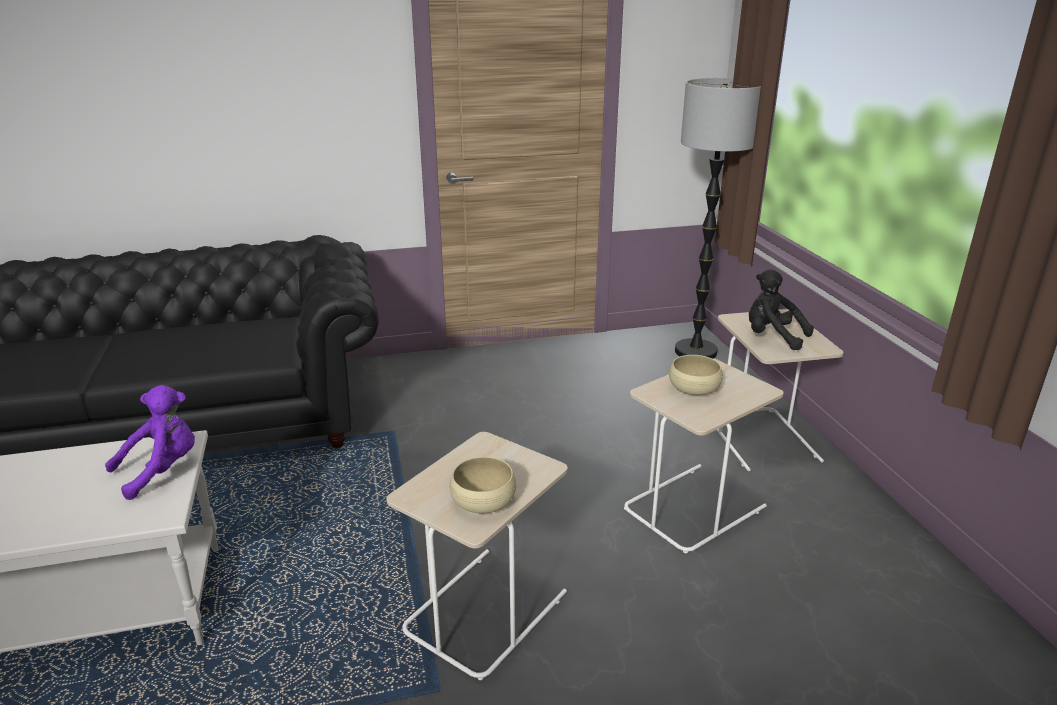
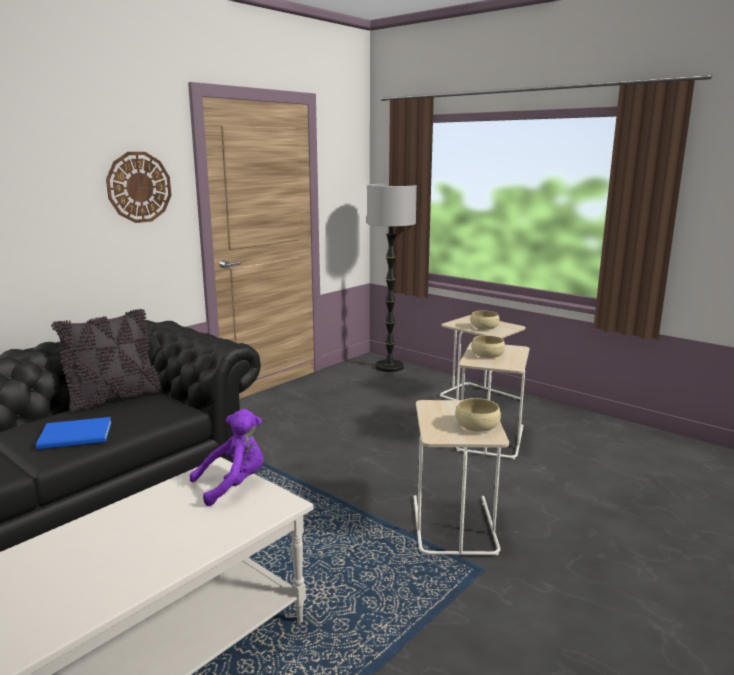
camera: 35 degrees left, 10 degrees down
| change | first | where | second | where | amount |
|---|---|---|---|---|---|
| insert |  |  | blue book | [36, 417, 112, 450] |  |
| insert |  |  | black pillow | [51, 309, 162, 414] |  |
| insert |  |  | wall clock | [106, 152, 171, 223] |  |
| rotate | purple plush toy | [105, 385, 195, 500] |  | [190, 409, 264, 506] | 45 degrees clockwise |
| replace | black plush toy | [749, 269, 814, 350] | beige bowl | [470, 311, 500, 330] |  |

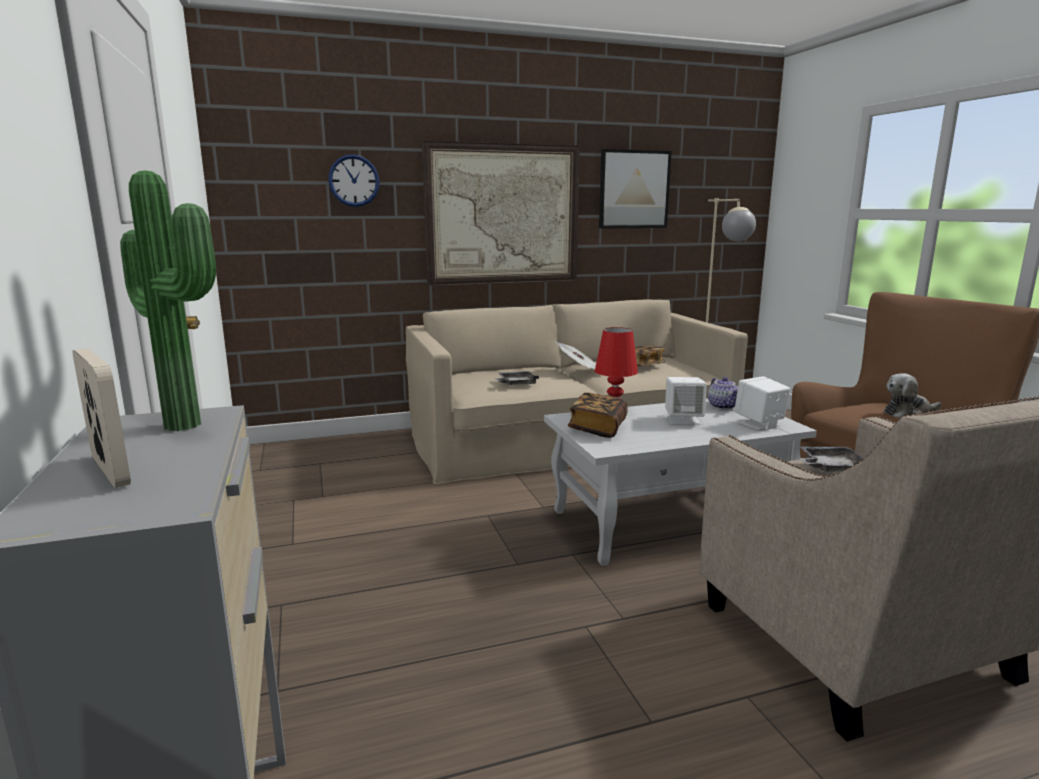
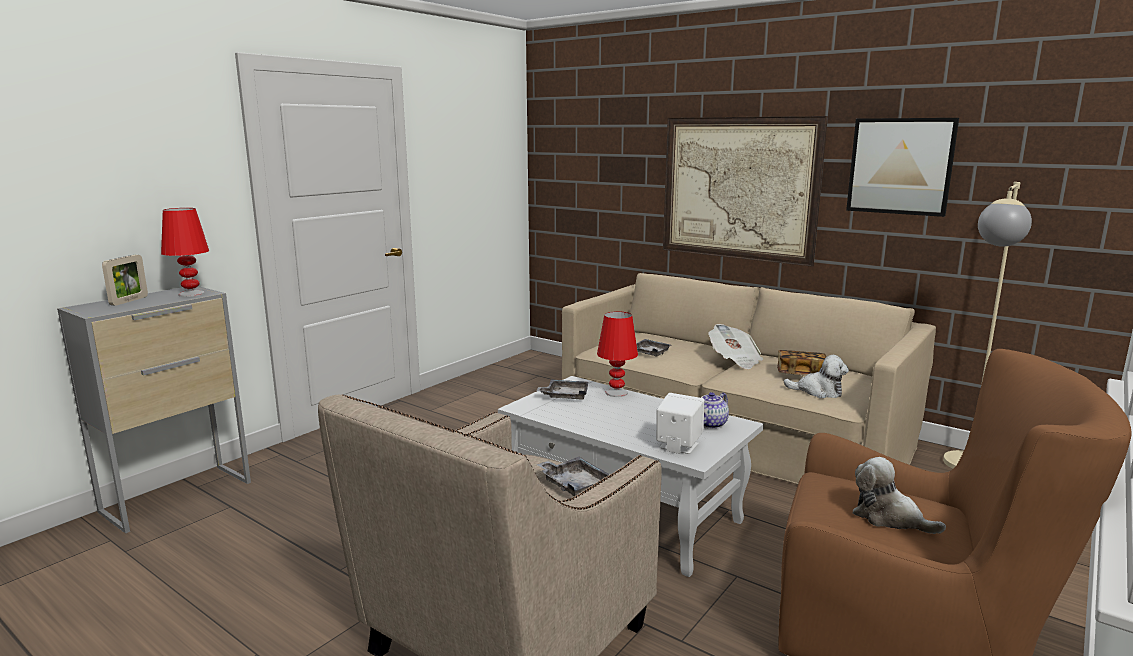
camera: 55 degrees right, 0 degrees up
| change | first | where | second | where | amount |
|---|---|---|---|---|---|
| replace | potted plant | [120, 171, 216, 431] | red table lamp | [161, 208, 209, 297] |  |
| replace | book | [568, 393, 627, 438] | grey tray | [537, 380, 588, 400] |  |
| insert |  |  | plush toy | [784, 355, 849, 398] |  |
| delete | wall clock | [328, 154, 380, 207] |  |  |  |
| delete | white speaker | [665, 377, 707, 425] |  |  |  |

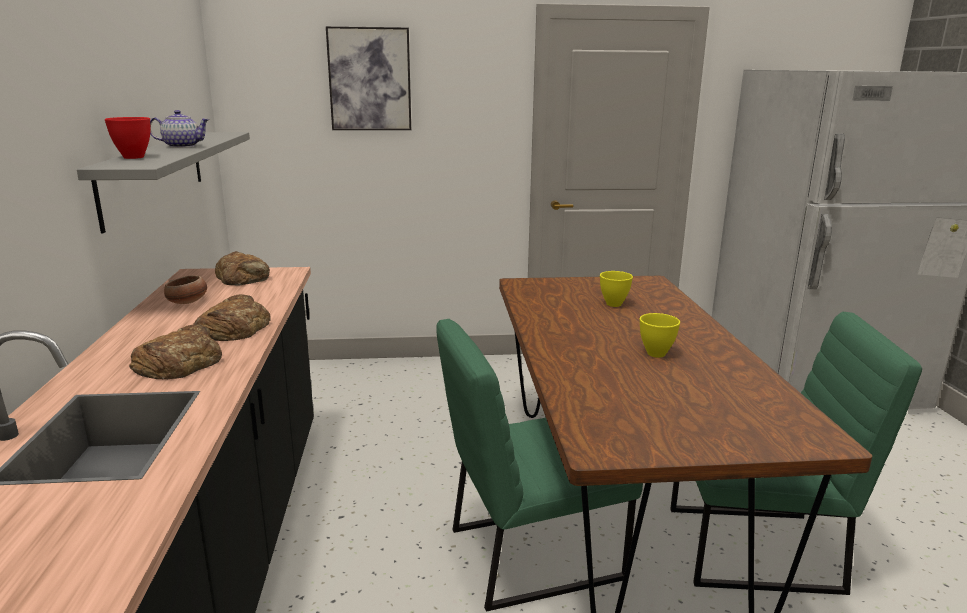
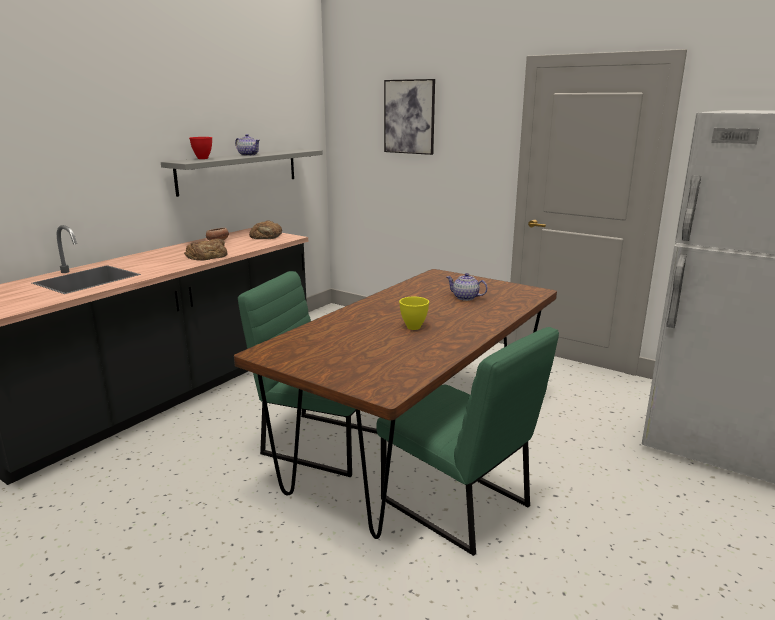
camera: 40 degrees right, 0 degrees up
| change | first | where | second | where | amount |
|---|---|---|---|---|---|
| replace | yellow bowl | [600, 271, 633, 307] | teapot | [447, 273, 488, 301] |  |
| delete | bread | [129, 324, 222, 379] |  |  |  |

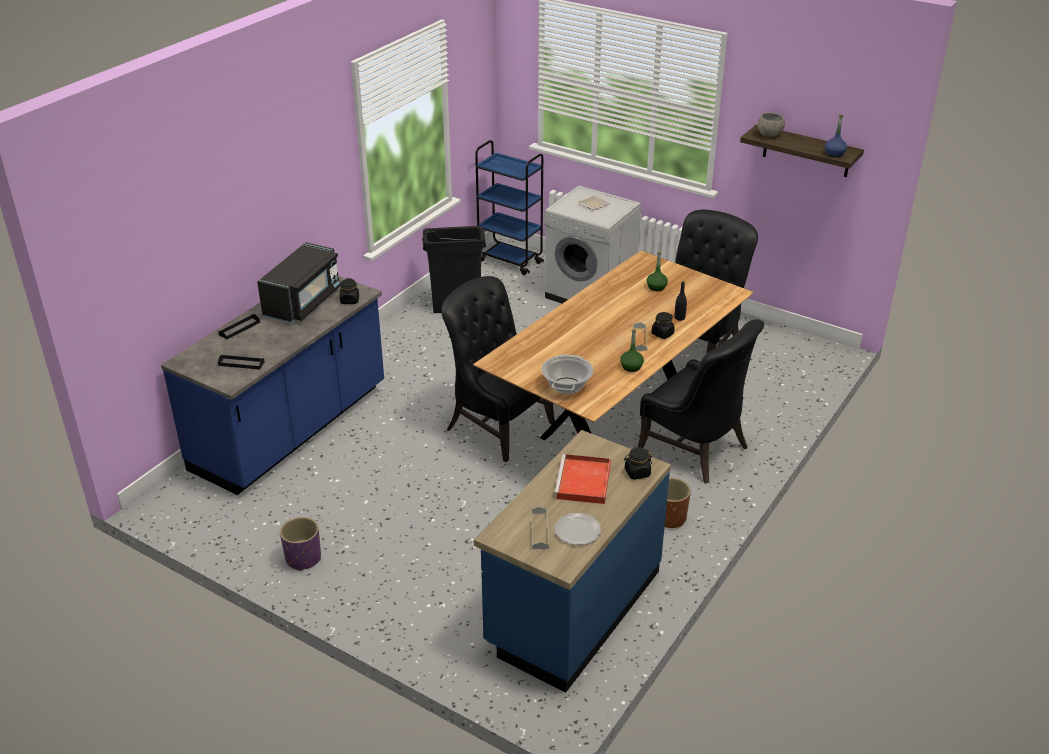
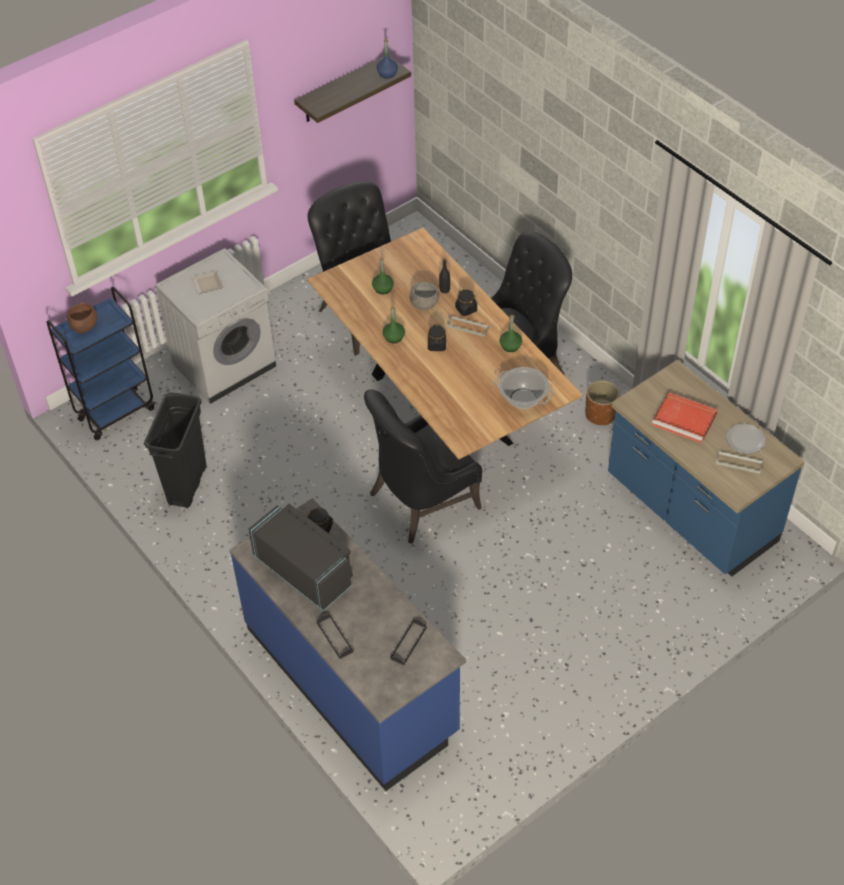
camera: 70 degrees left, 15 degrees up
| change | first | where | second | where | amount |
|---|---|---|---|---|---|
| insert |  |  | brown bowl | [67, 303, 97, 333] |  |
| insert |  |  | green bottle | [383, 306, 405, 343] |  |
| move | grey bowl | [758, 112, 785, 137] |  | [410, 282, 439, 310] |  |
| move | black jar | [624, 447, 652, 480] |  | [428, 324, 446, 351] |  |
| delete | purple planter | [280, 517, 321, 571] |  |  |  |

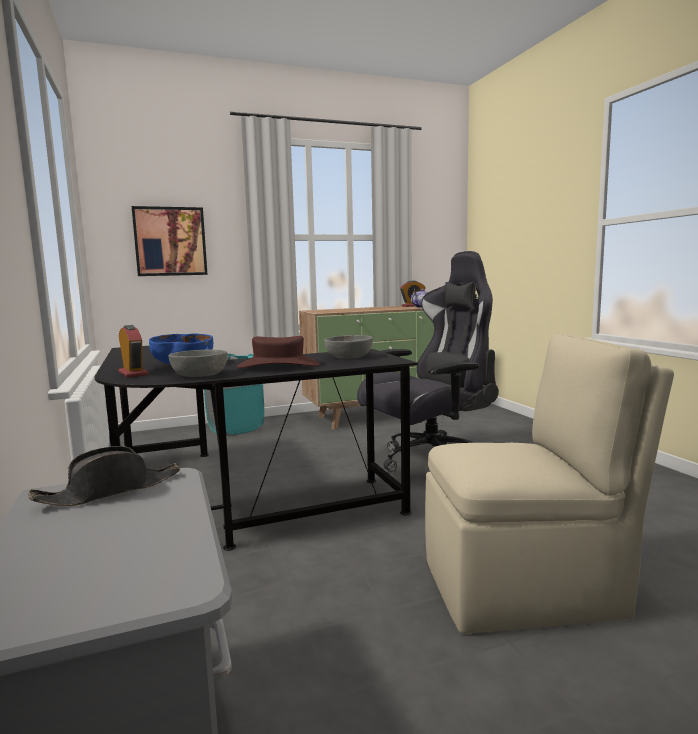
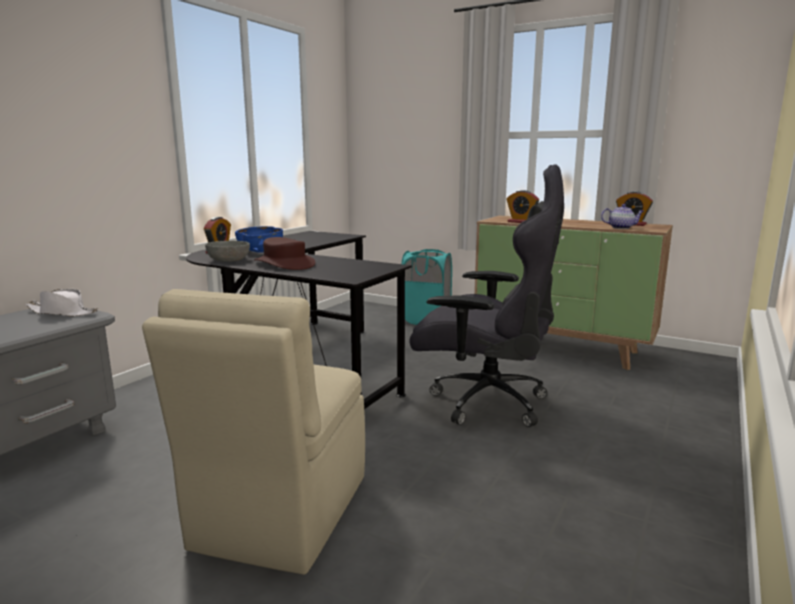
camera: 50 degrees right, 5 degrees up
| change | first | where | second | where | amount |
|---|---|---|---|---|---|
| recolor | black hat | [28, 446, 181, 506] | white hat | [25, 289, 99, 316] |  |
| rotate | beige chair | [425, 333, 674, 634] |  | [142, 289, 365, 575] | 60 degrees clockwise |
| insert |  |  | alarm clock | [507, 190, 539, 223] |  |
| delete | picture | [132, 206, 208, 276] |  |  |  |
| delete | grey bowl | [324, 335, 373, 359] |  |  |  |

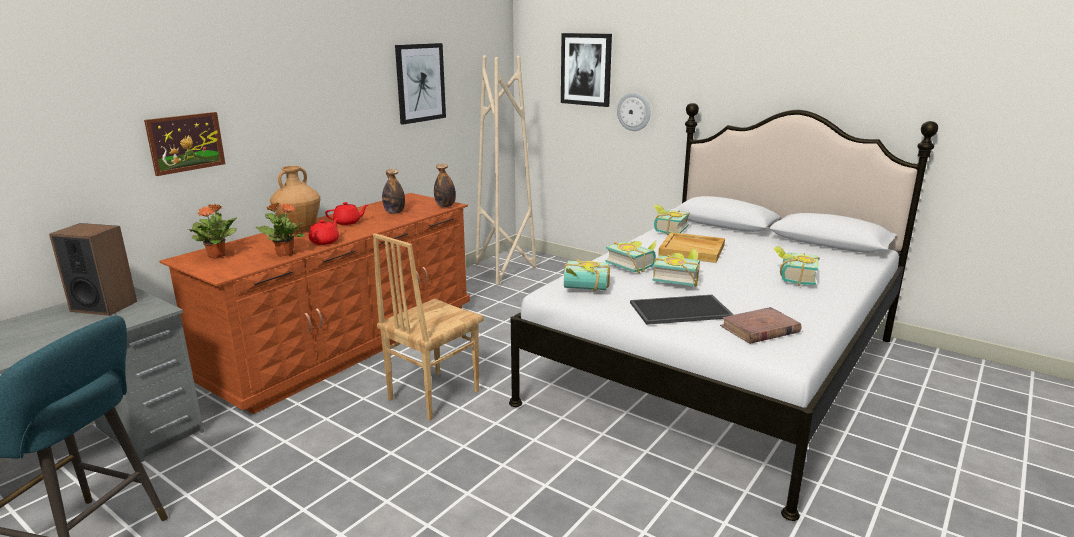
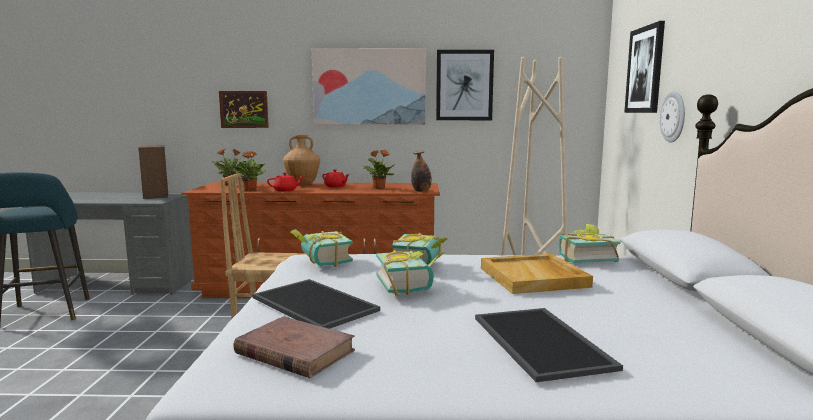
camera: 55 degrees right, 10 degrees down
| change | first | where | second | where | amount |
|---|---|---|---|---|---|
| insert |  |  | picture | [312, 48, 426, 125] |  |
| replace | bottle | [382, 169, 405, 214] | potted plant | [362, 150, 396, 189] |  |
| replace | book | [773, 247, 820, 286] | tray | [475, 308, 623, 382] |  |

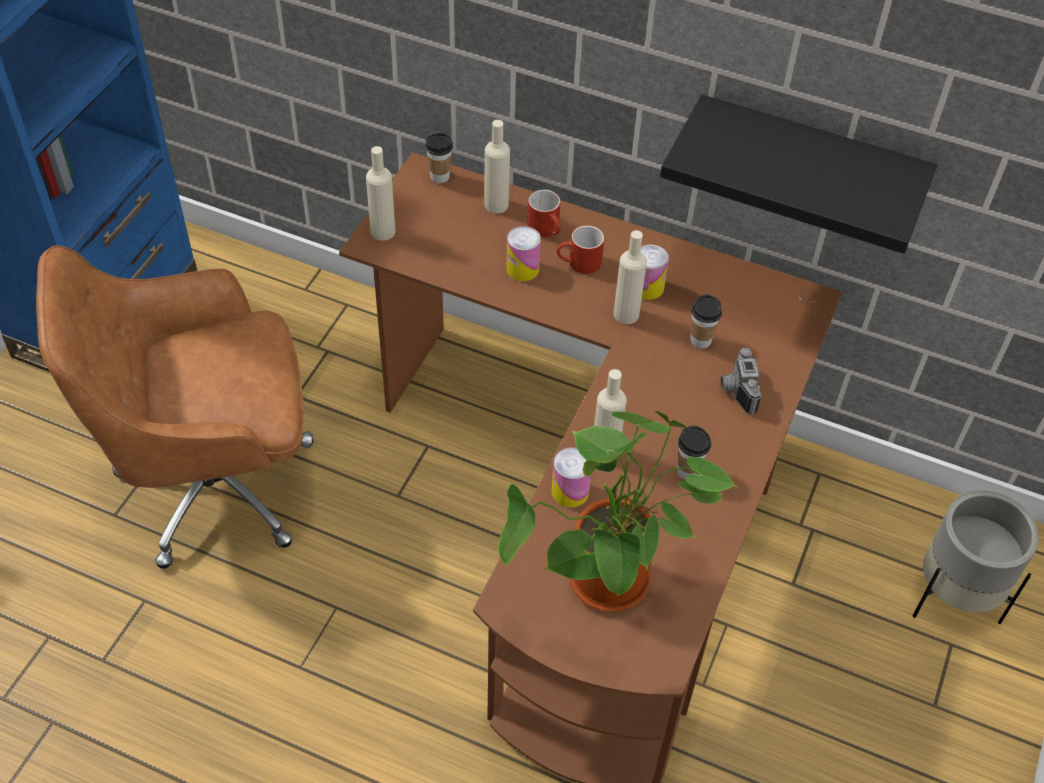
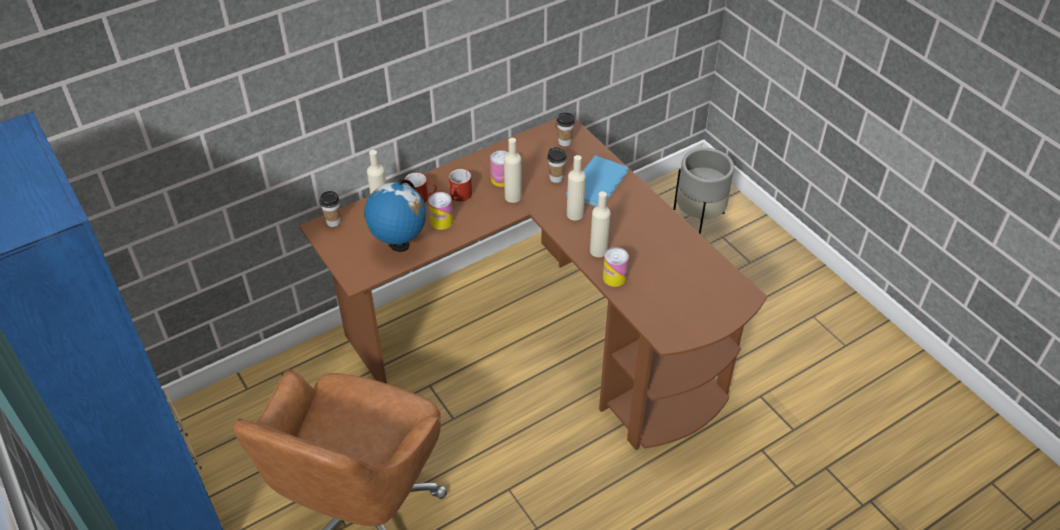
camera: 55 degrees left, 5 degrees down
| change | first | where | second | where | amount |
|---|---|---|---|---|---|
| insert |  |  | globe | [364, 179, 427, 252] |  |
| move | cup | [677, 426, 711, 480] |  | [556, 112, 575, 146] |  |
| replace | photo camera | [721, 347, 761, 415] | blue book | [565, 156, 629, 207] |  |
| move | beige bottle | [366, 146, 395, 241] |  | [567, 155, 586, 221] |  |
| delete | potted plant | [498, 411, 738, 612] |  |  |  |
| delete | black shelf | [660, 95, 937, 254] |  |  |  |

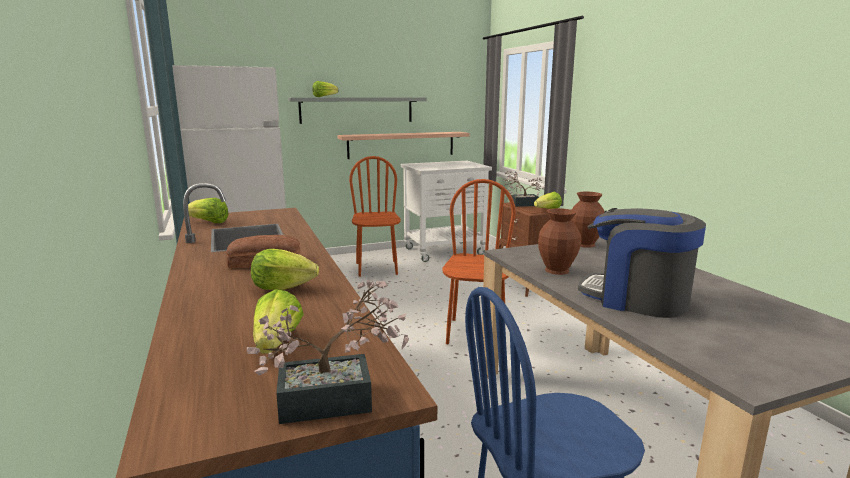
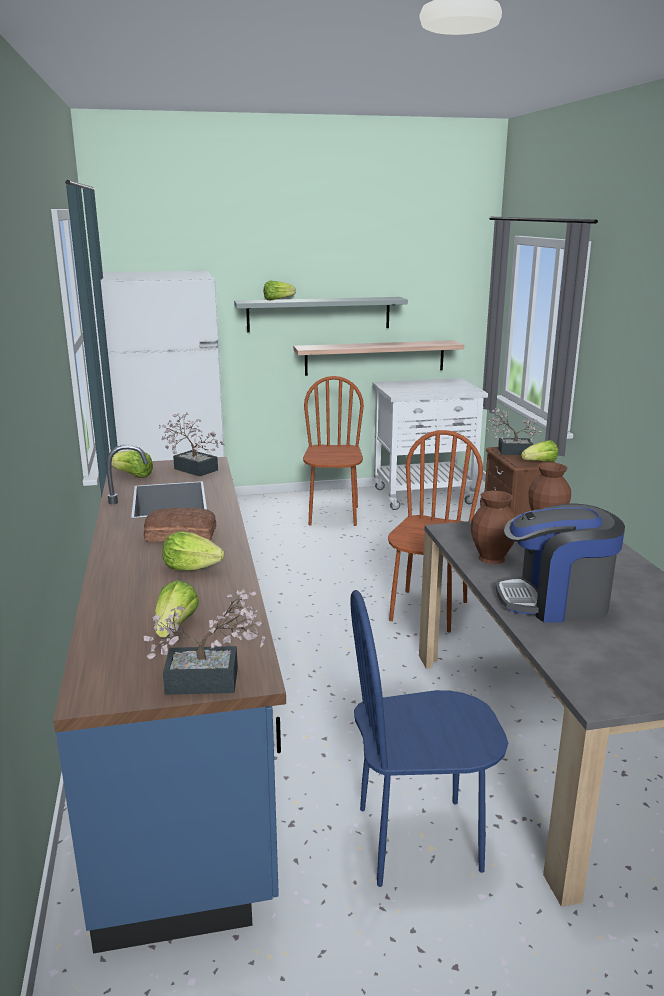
camera: 10 degrees right, 5 degrees up
| change | first | where | second | where | amount |
|---|---|---|---|---|---|
| insert |  |  | potted plant | [159, 413, 225, 477] |  |
| rotate | coffee machine | [578, 208, 706, 318] |  | [496, 504, 625, 623] | 45 degrees counterclockwise |

